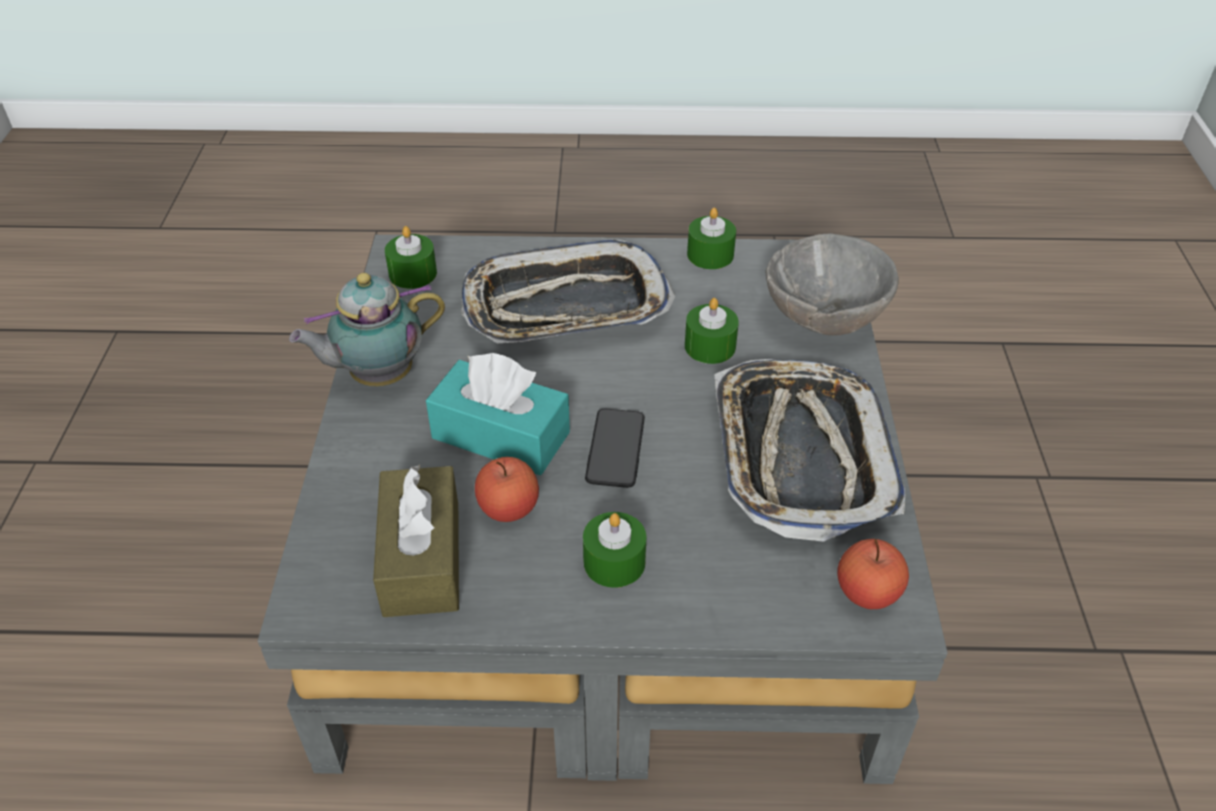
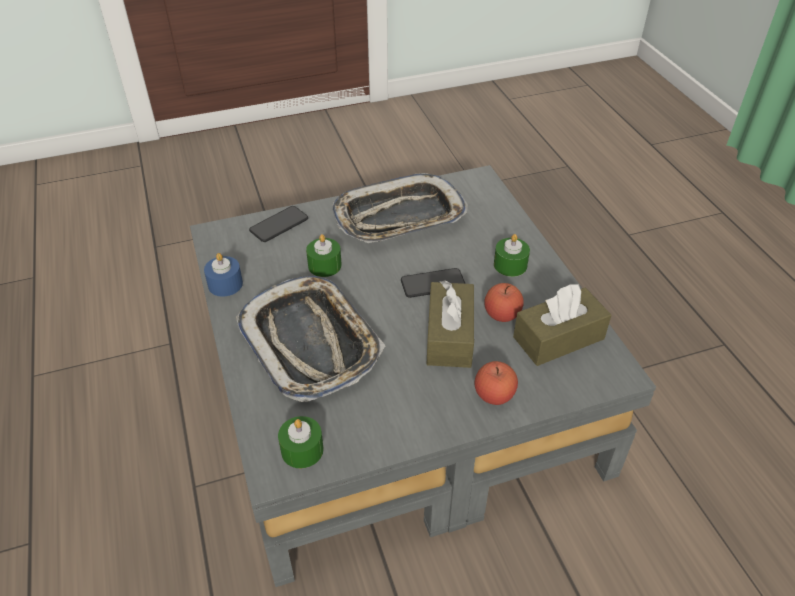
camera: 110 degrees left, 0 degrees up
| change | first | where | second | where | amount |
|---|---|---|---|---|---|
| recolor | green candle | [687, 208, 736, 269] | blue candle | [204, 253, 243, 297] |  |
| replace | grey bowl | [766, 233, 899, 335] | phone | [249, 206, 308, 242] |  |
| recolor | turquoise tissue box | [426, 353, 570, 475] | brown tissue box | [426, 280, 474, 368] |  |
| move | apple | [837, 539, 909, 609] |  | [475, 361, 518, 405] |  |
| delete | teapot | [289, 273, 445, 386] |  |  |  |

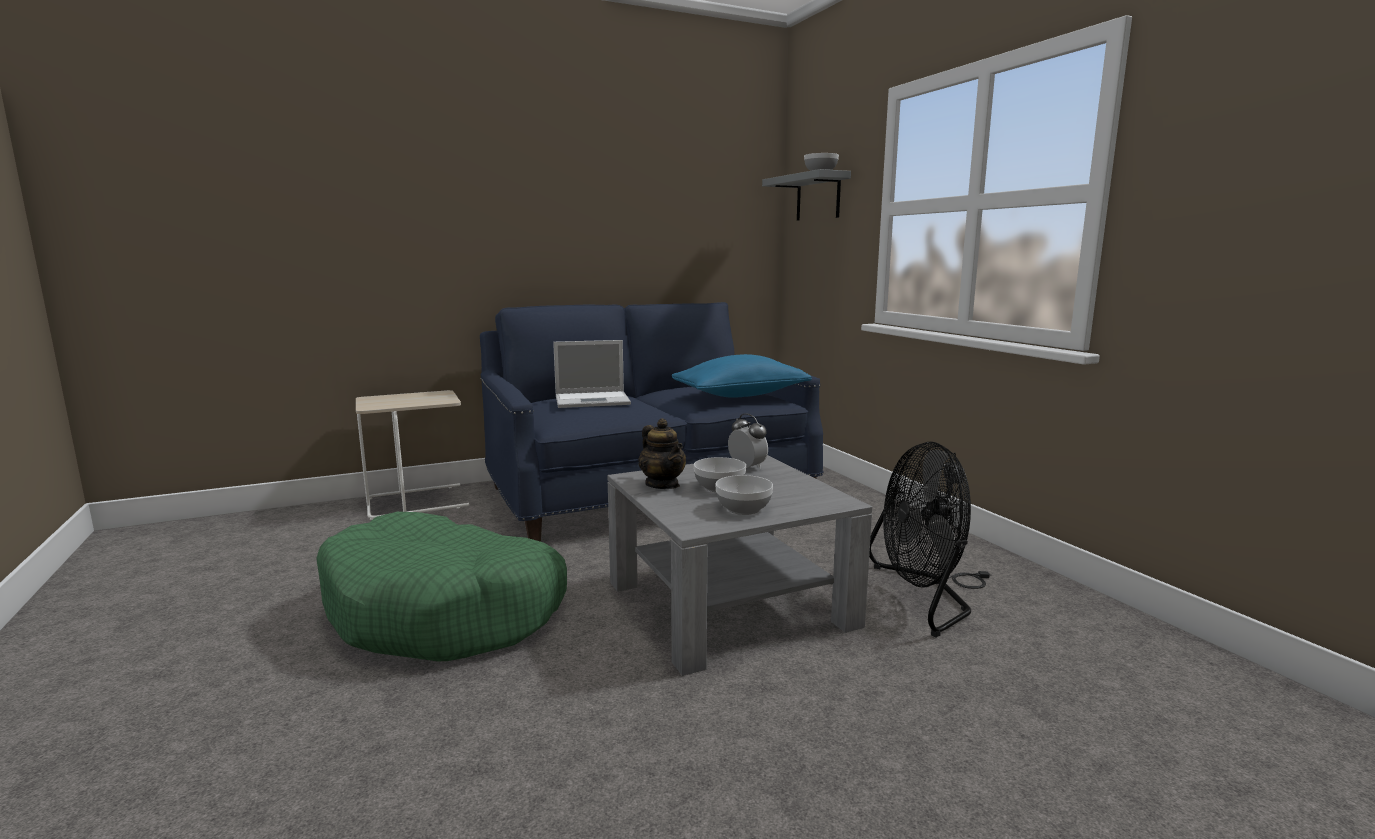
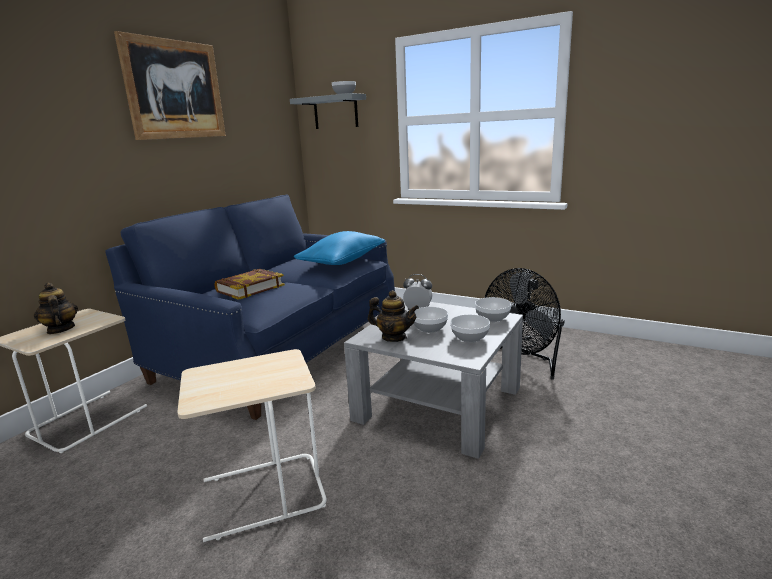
camera: 35 degrees left, 5 degrees up
| change | first | where | second | where | amount |
|---|---|---|---|---|---|
| insert |  |  | teapot | [34, 283, 78, 334] |  |
| insert |  |  | picture | [114, 31, 226, 140] |  |
| replace | green dog bed | [316, 512, 567, 661] | beige side table | [177, 349, 326, 542] |  |
| replace | laptop | [553, 340, 631, 408] | book | [214, 269, 285, 300] |  |
| insert |  |  | bowl | [475, 297, 511, 322] |  |

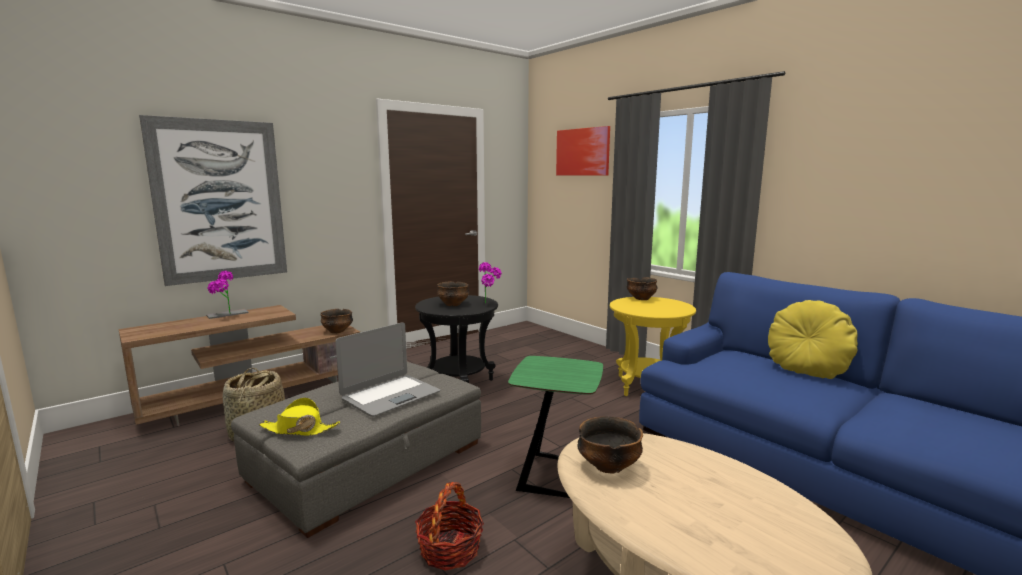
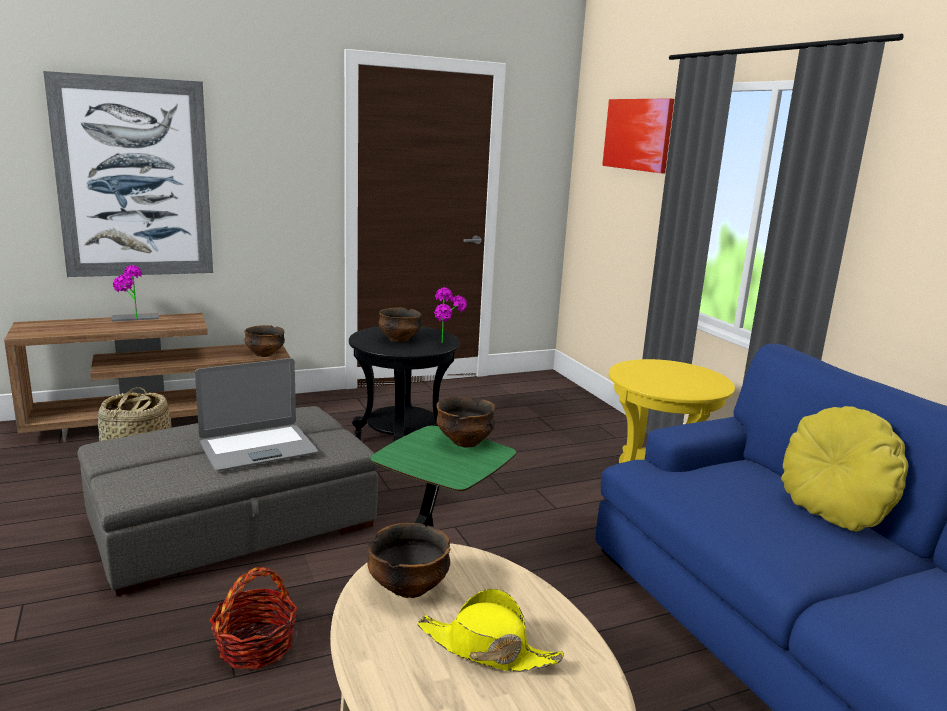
camera: 15 degrees right, 5 degrees up
| change | first | where | second | where | amount |
|---|---|---|---|---|---|
| move | yellow hat | [259, 397, 340, 436] |  | [417, 588, 564, 672] |  |
| move | bowl | [627, 278, 657, 300] |  | [436, 397, 496, 447] |  |

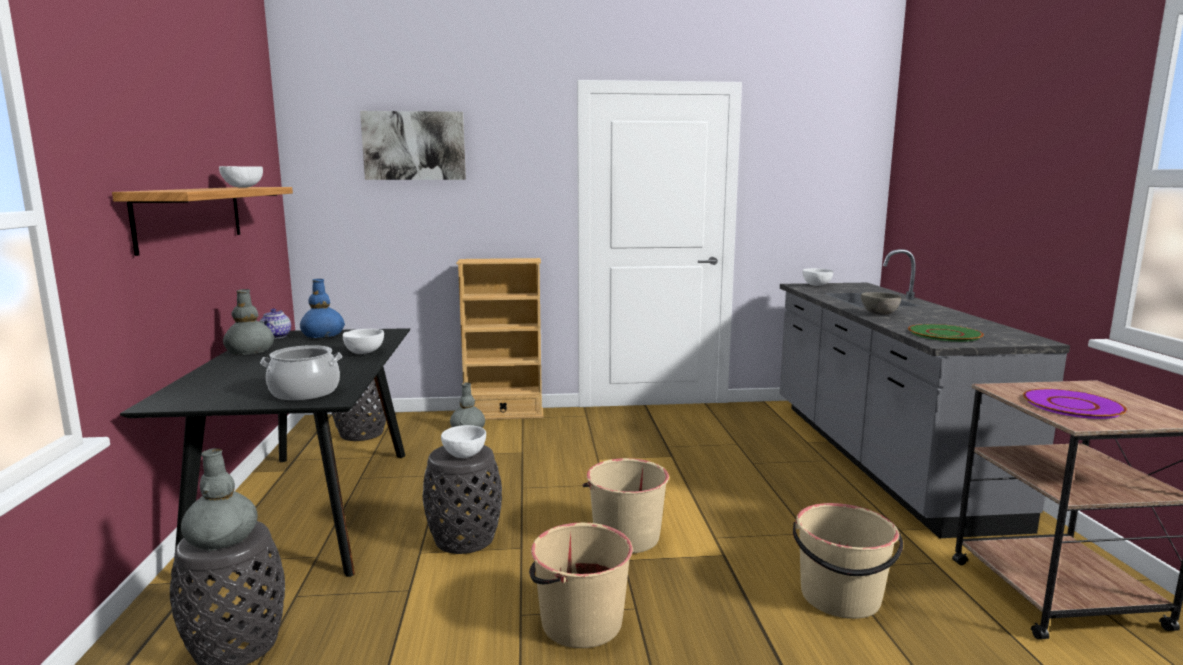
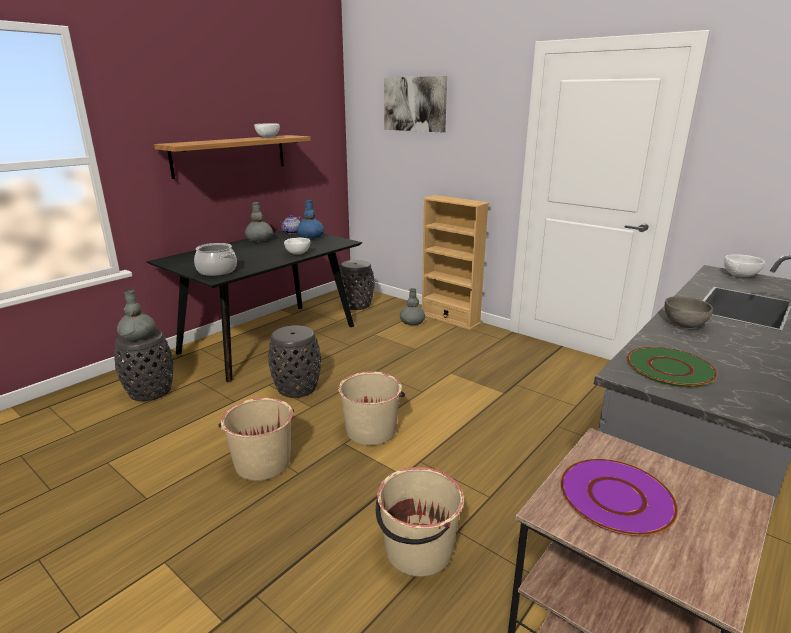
camera: 45 degrees right, 10 degrees up
| change | first | where | second | where | amount |
|---|---|---|---|---|---|
| delete | white bowl | [441, 425, 486, 458] |  |  |  |

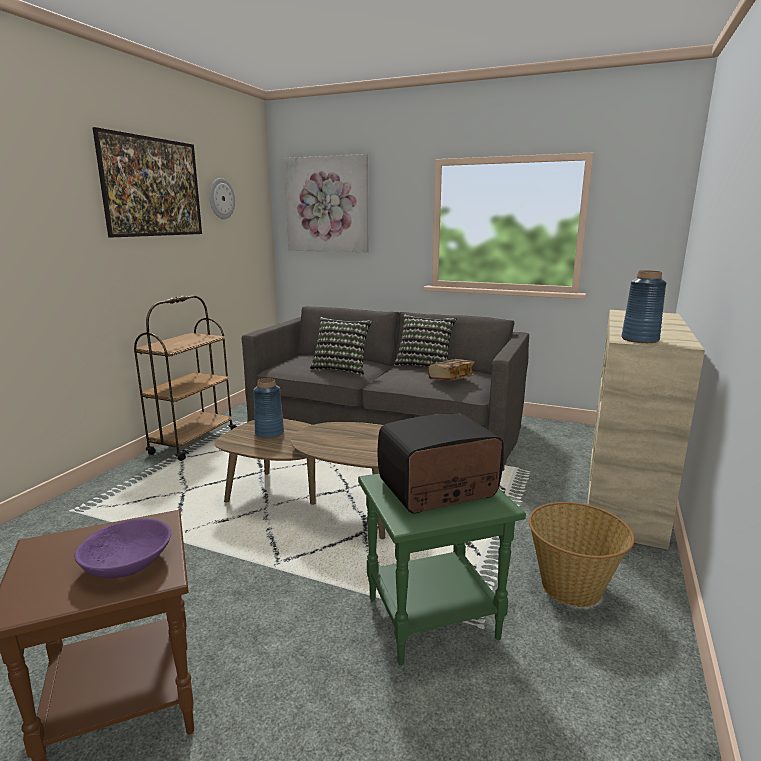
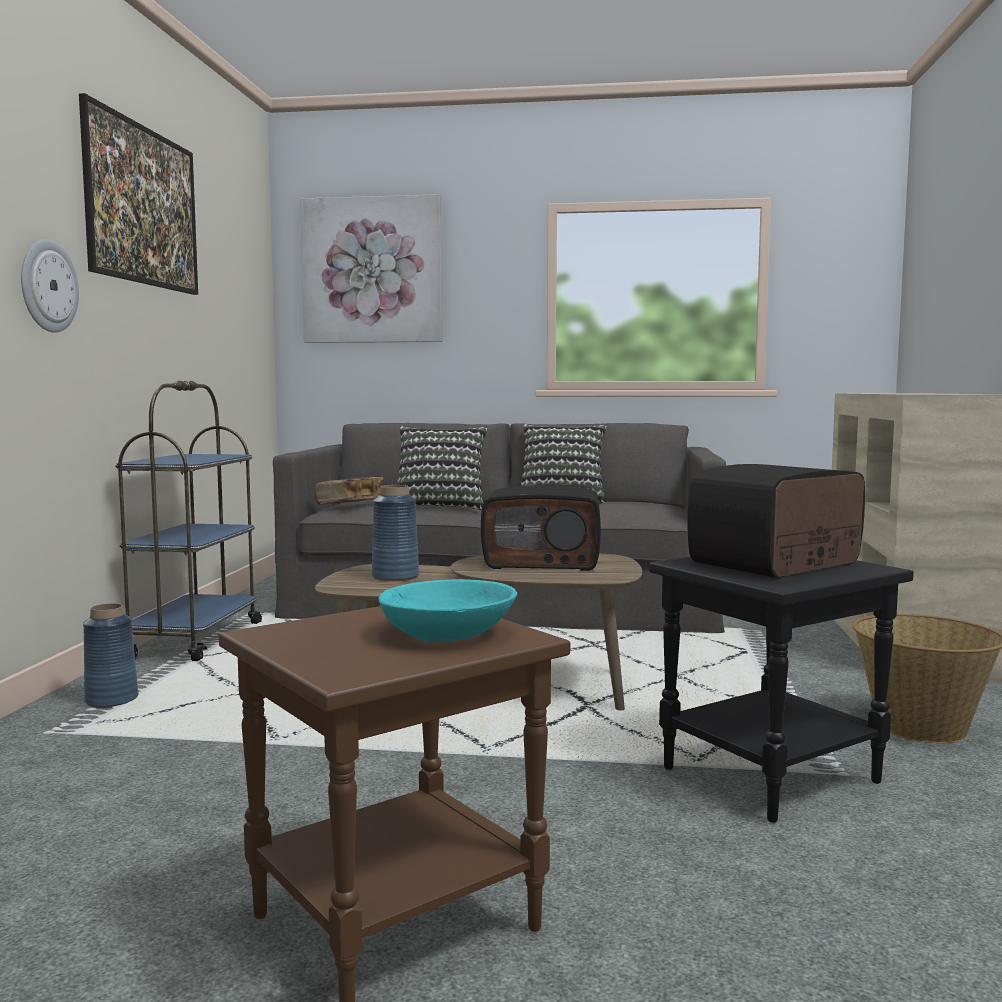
camera: 15 degrees left, 10 degrees down
| change | first | where | second | where | amount |
|---|---|---|---|---|---|
| move | wall clock | [209, 178, 235, 219] |  | [21, 240, 79, 333] |  |
| move | blue vase | [621, 270, 666, 343] |  | [83, 603, 138, 708] |  |
| recolor | brown cart | [134, 296, 237, 461] | blue cart | [115, 381, 262, 661] |  |
| move | book | [428, 359, 475, 380] |  | [315, 476, 384, 505] |  |
| recolor | purple bowl | [74, 519, 171, 578] | turquoise bowl | [378, 579, 517, 642] |  |
| insert |  |  | radio | [481, 486, 601, 571] |  |
| recolor | green side table | [358, 474, 526, 665] | black side table | [649, 557, 914, 823] |  |

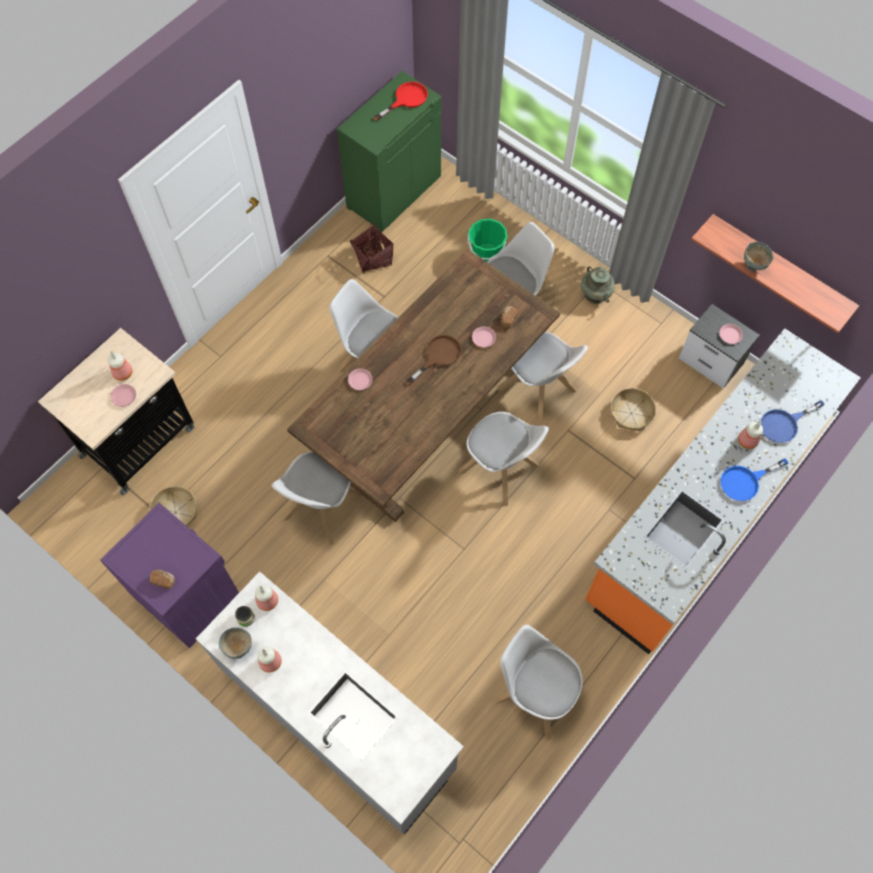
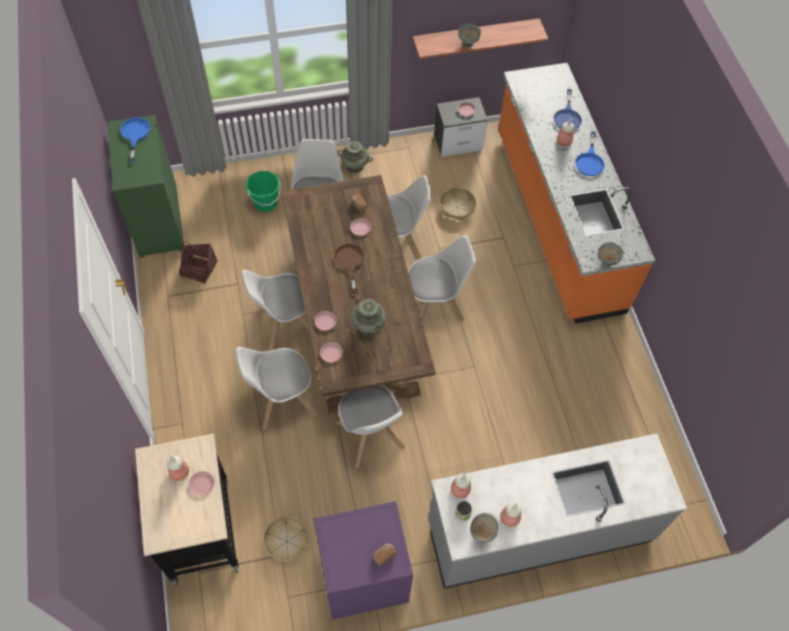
camera: 55 degrees left, 5 degrees down
| change | first | where | second | where | amount |
|---|---|---|---|---|---|
| recolor | red frying pan | [374, 82, 428, 121] | blue frying pan | [120, 117, 150, 163] |  |
| move | chair | [493, 625, 583, 740] |  | [236, 347, 317, 430] |  |
| insert |  |  | pink plate | [320, 342, 343, 362] |  |
| insert |  |  | turquoise vase | [351, 299, 386, 336] |  |
| insert |  |  | grey bowl | [598, 242, 623, 266] |  |

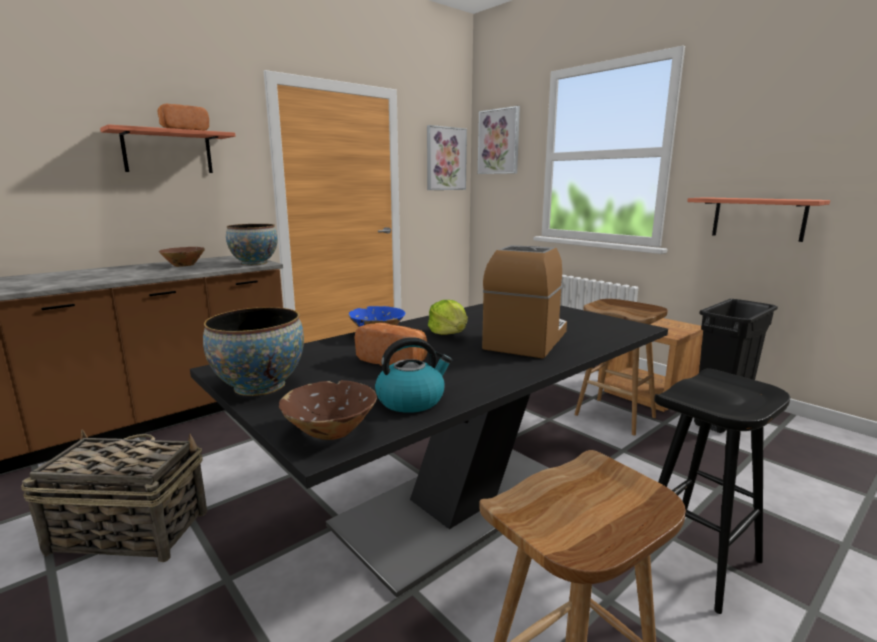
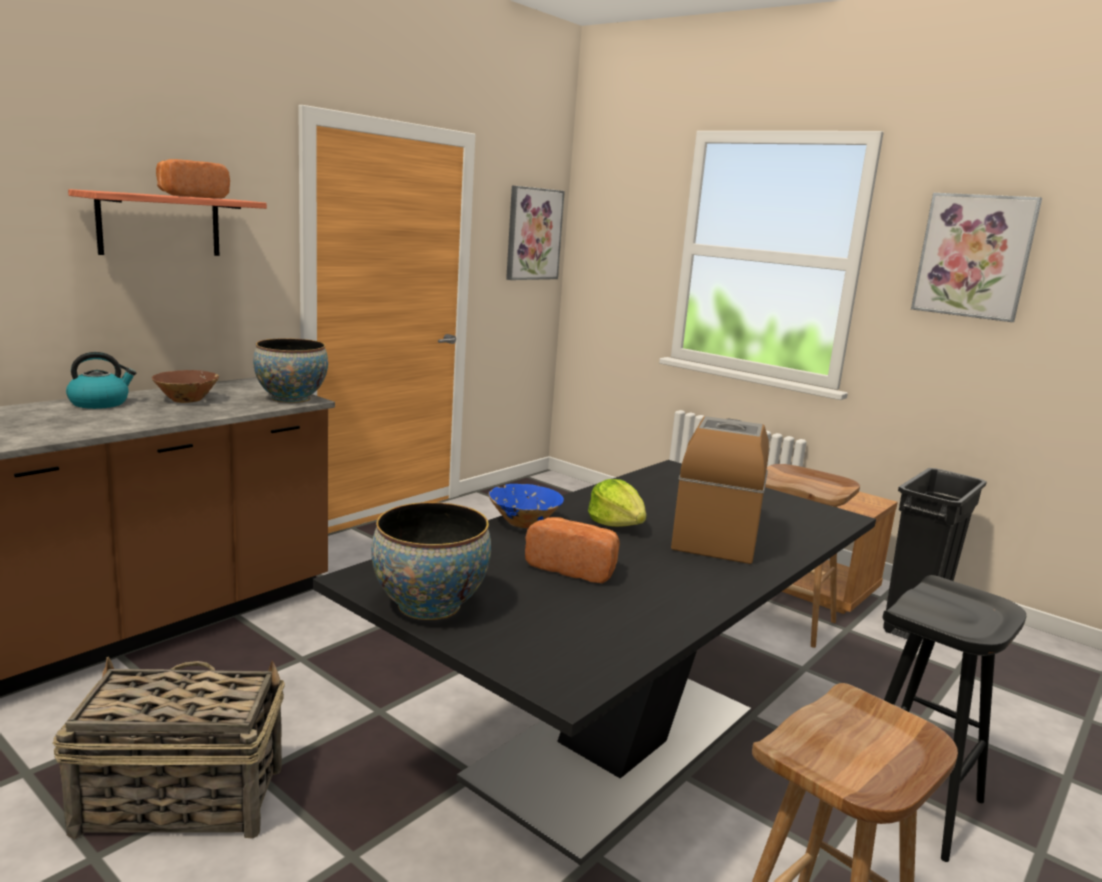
camera: 10 degrees left, 0 degrees up
| change | first | where | second | where | amount |
|---|---|---|---|---|---|
| move | kettle | [375, 337, 452, 413] |  | [66, 352, 136, 409] |  |
| move | picture | [478, 106, 520, 174] |  | [911, 193, 1042, 322] |  |
| delete | brown bowl | [279, 380, 377, 440] |  |  |  |
| delete | shelf | [687, 197, 830, 242] |  |  |  |

